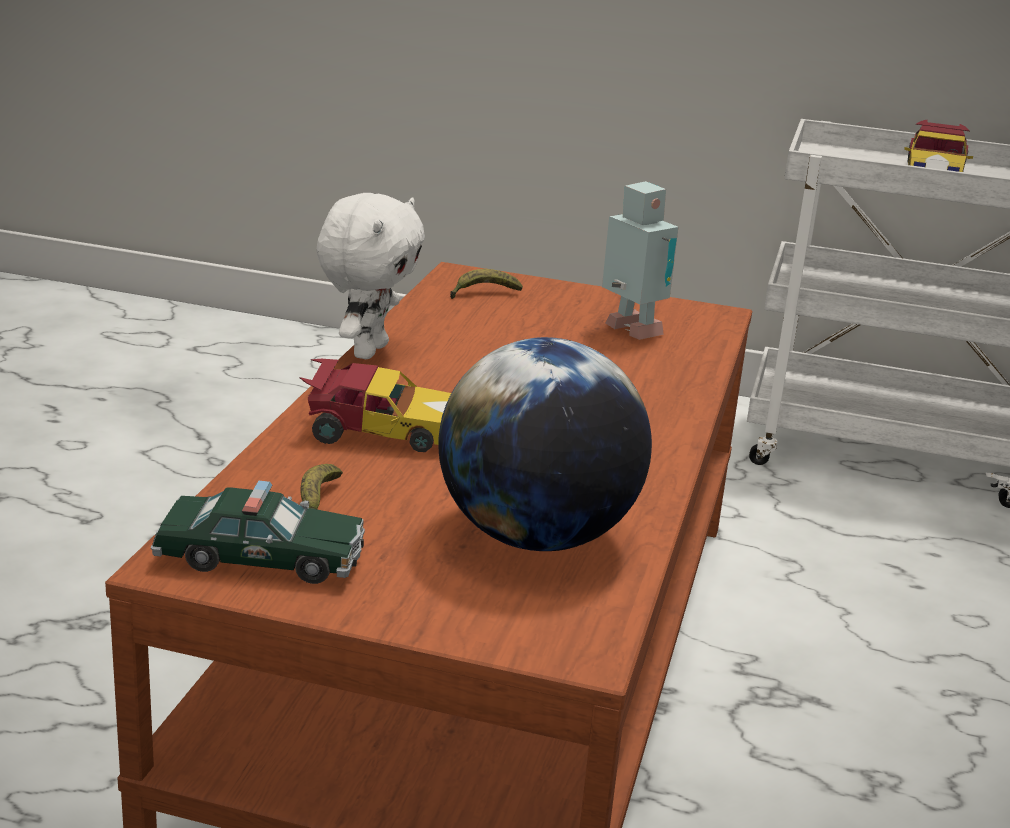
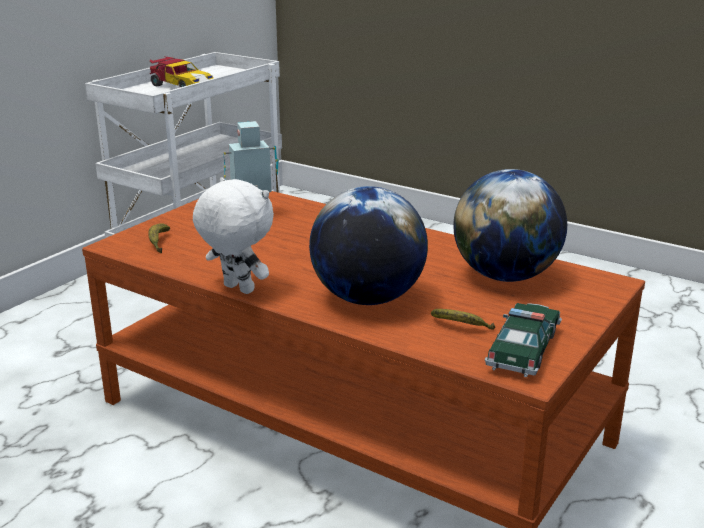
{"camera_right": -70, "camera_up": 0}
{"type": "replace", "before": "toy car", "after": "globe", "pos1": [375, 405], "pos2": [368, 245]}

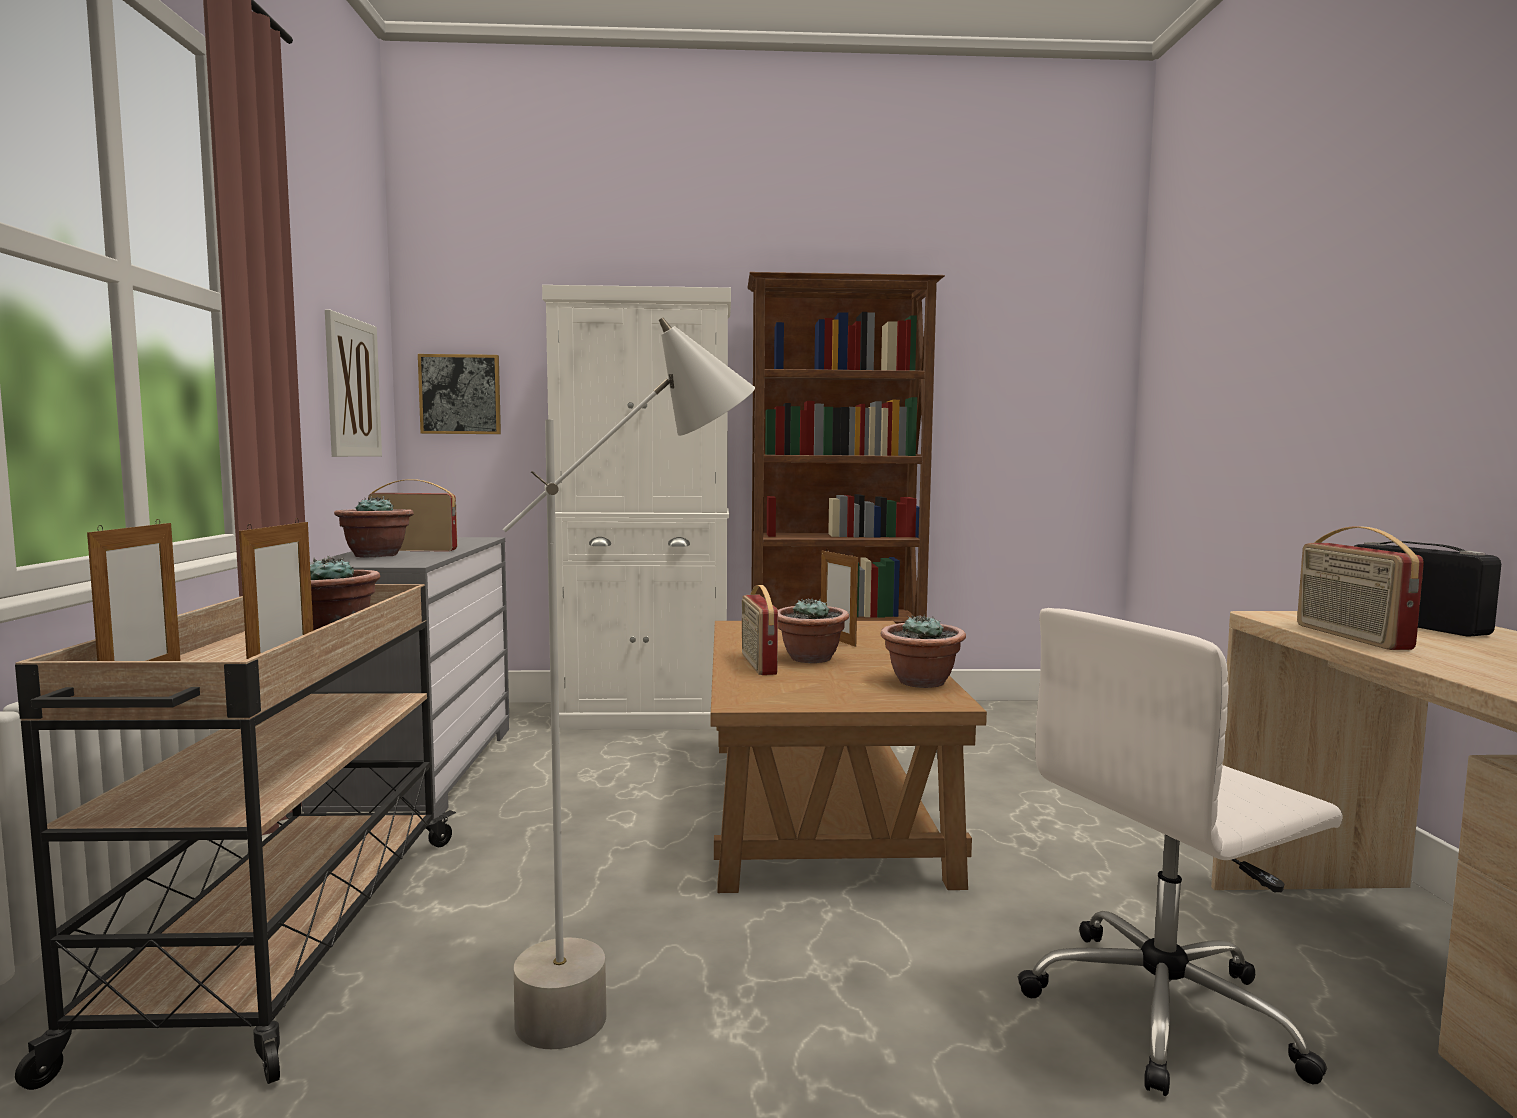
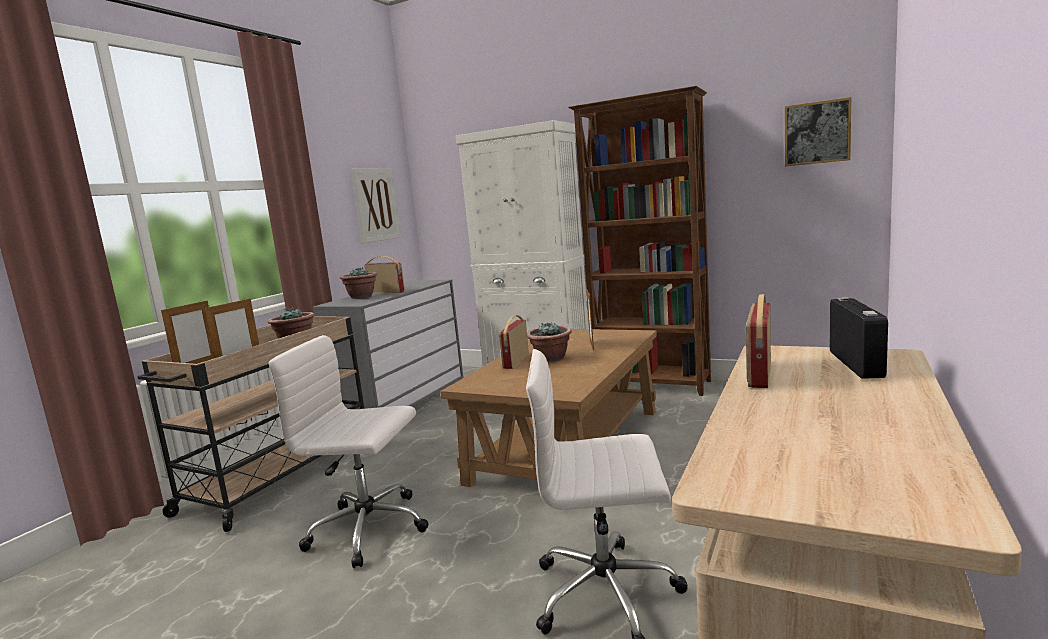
{"camera_right": 30, "camera_up": 5}
{"type": "replace", "before": "grey floor lamp", "after": "white office chair", "pos1": [629, 683], "pos2": [348, 451]}
{"type": "move", "before": "picture", "pos1": [459, 394], "pos2": [818, 131]}
{"type": "delete", "before": "potted plant", "pos1": [923, 651]}

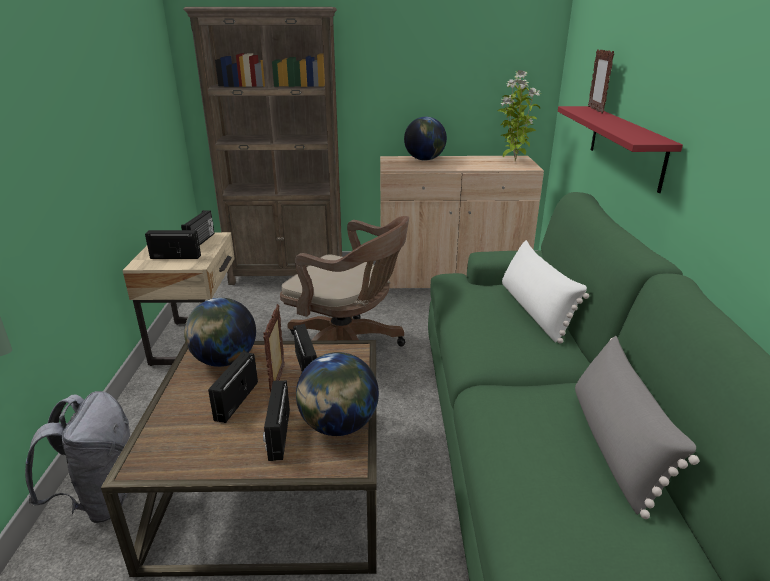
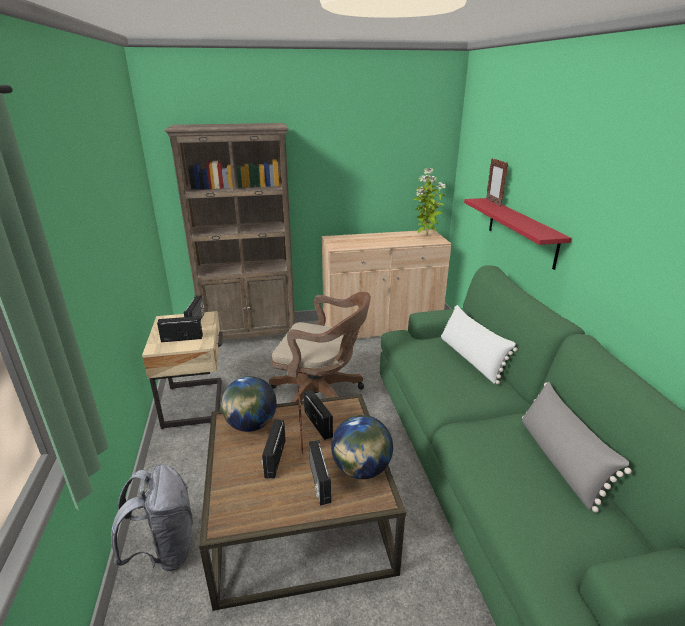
{"camera_right": -10, "camera_up": 0}
{"type": "delete", "before": "globe", "pos1": [425, 139]}

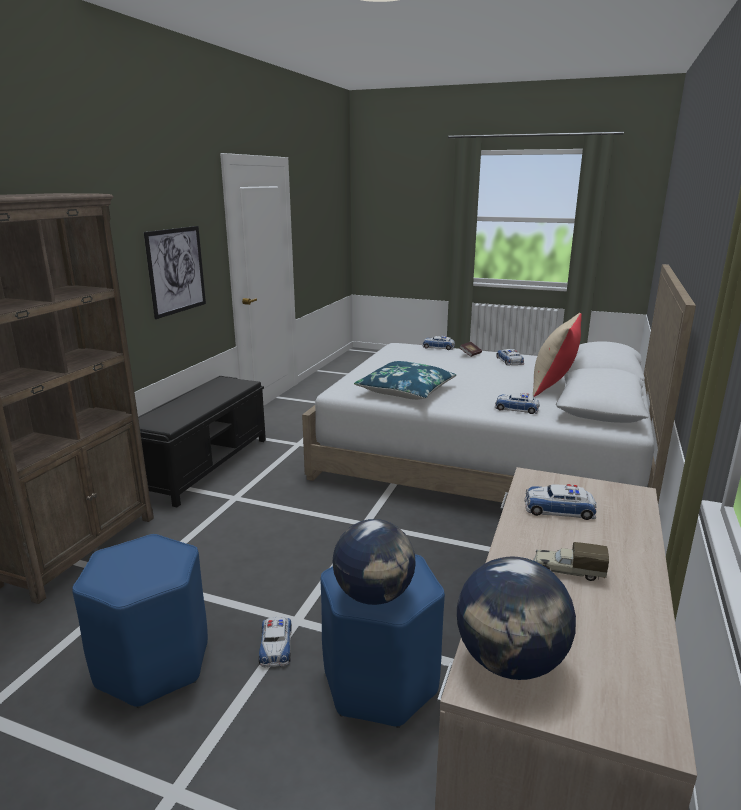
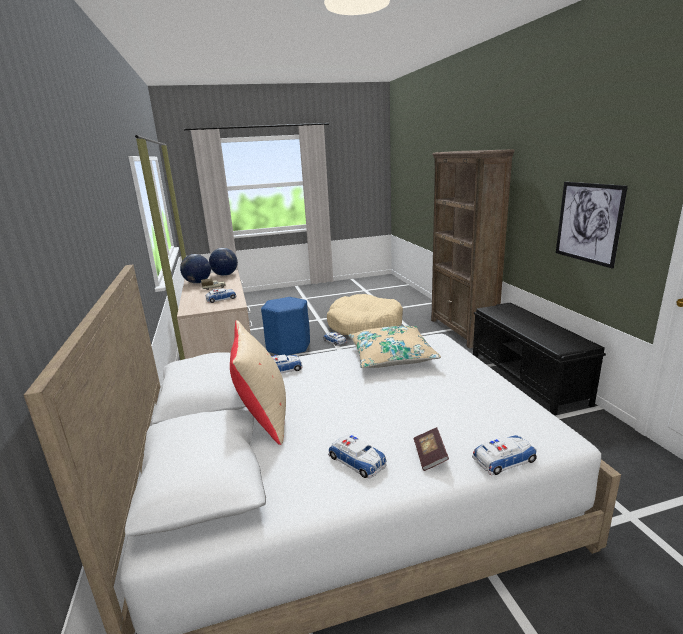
{"camera_right": 145, "camera_up": 0}
{"type": "move", "before": "globe", "pos1": [373, 562], "pos2": [195, 268]}
{"type": "replace", "before": "blue stool", "after": "beige dog bed", "pos1": [140, 621], "pos2": [365, 314]}
{"type": "recolor", "before": "blue pillow", "after": "beige pillow", "pos1": [405, 380], "pos2": [394, 347]}

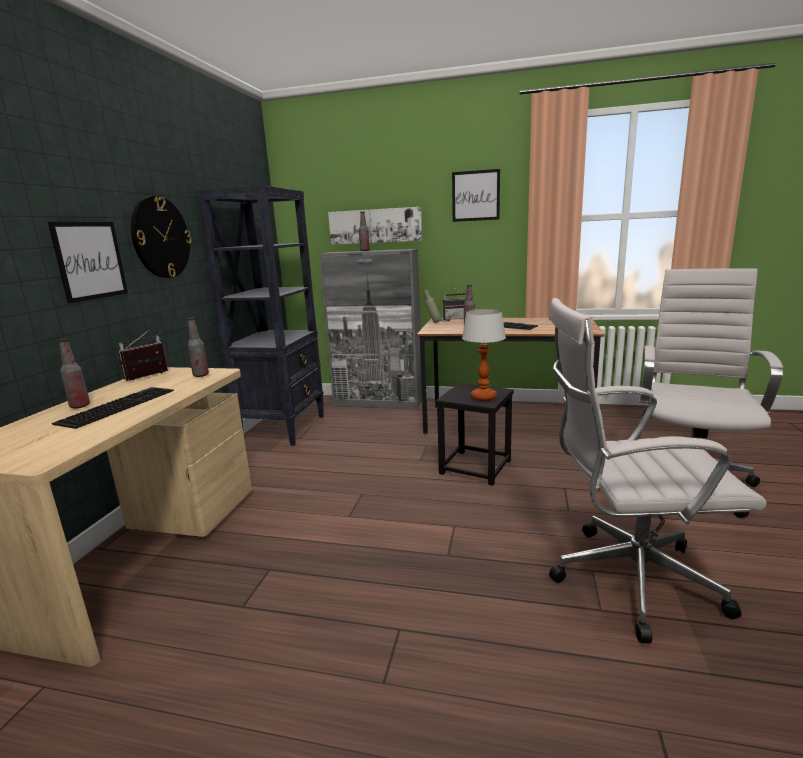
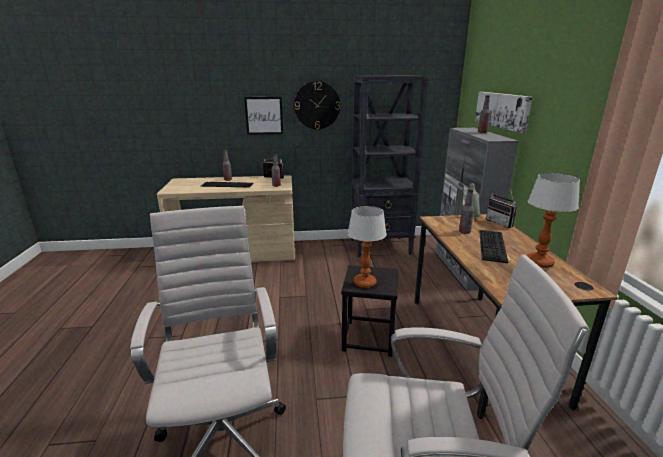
{"camera_right": 70, "camera_up": 5}
{"type": "insert", "after": "table lamp", "pos2": [553, 220]}
{"type": "delete", "before": "picture", "pos1": [476, 195]}

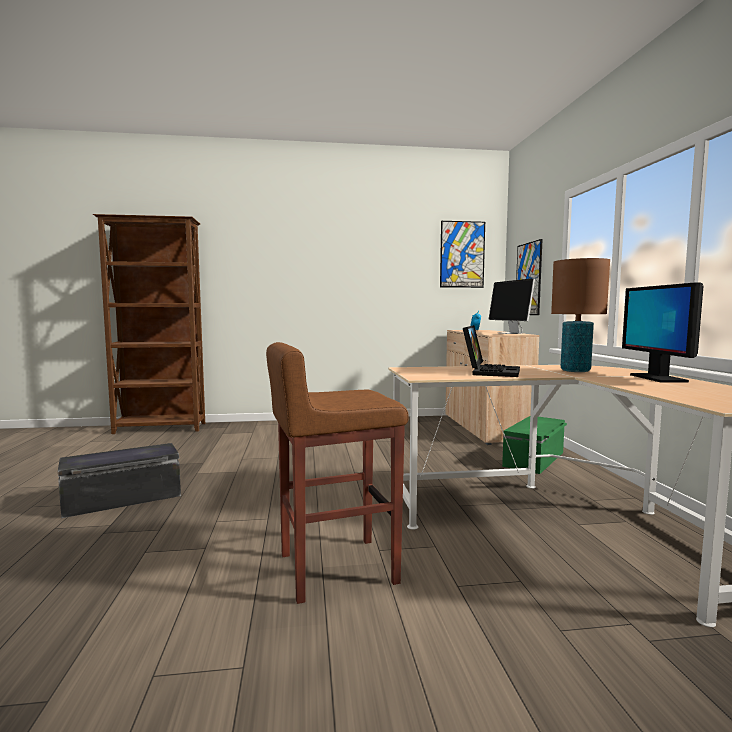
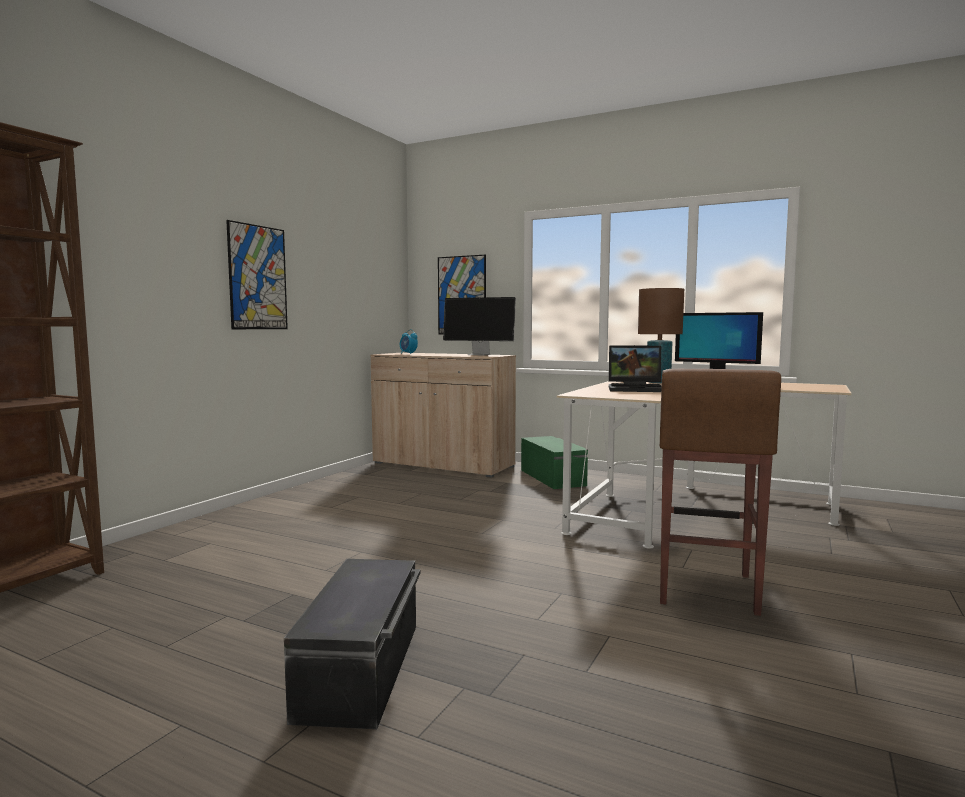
{"camera_right": -55, "camera_up": 0}
{"type": "move", "before": "picture", "pos1": [462, 254], "pos2": [257, 274]}
{"type": "rotate", "before": "laptop", "pos1": [491, 351], "pos2": [635, 368], "turn": 135}

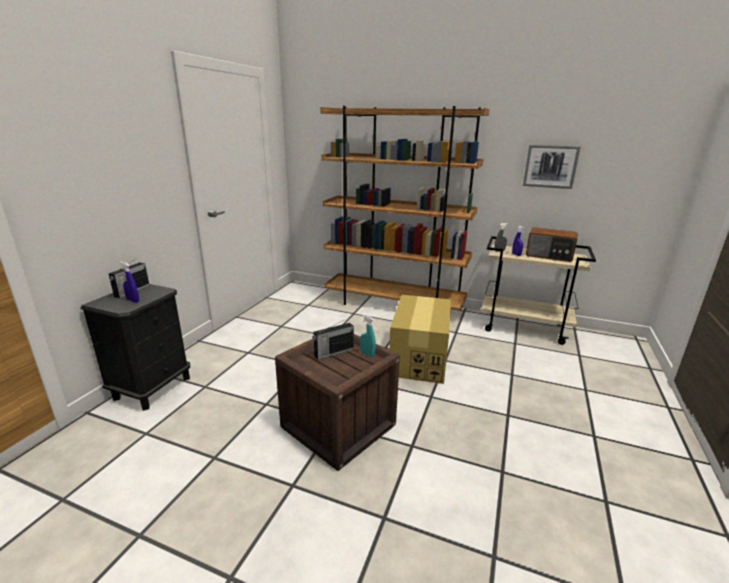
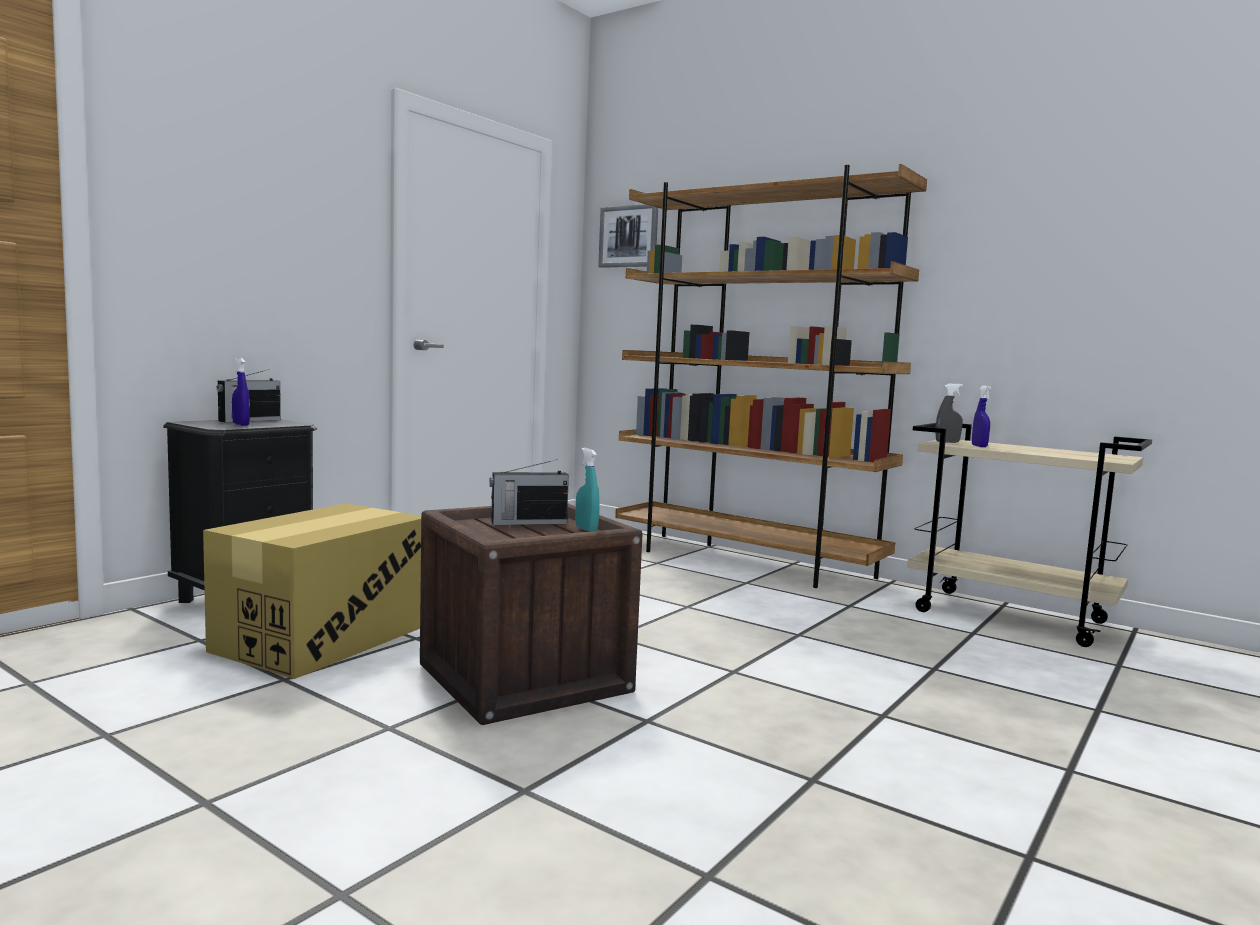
{"camera_right": 15, "camera_up": -15}
{"type": "move", "before": "cardboard box", "pos1": [420, 339], "pos2": [312, 591]}
{"type": "move", "before": "picture", "pos1": [552, 166], "pos2": [628, 236]}
{"type": "delete", "before": "radio", "pos1": [551, 244]}

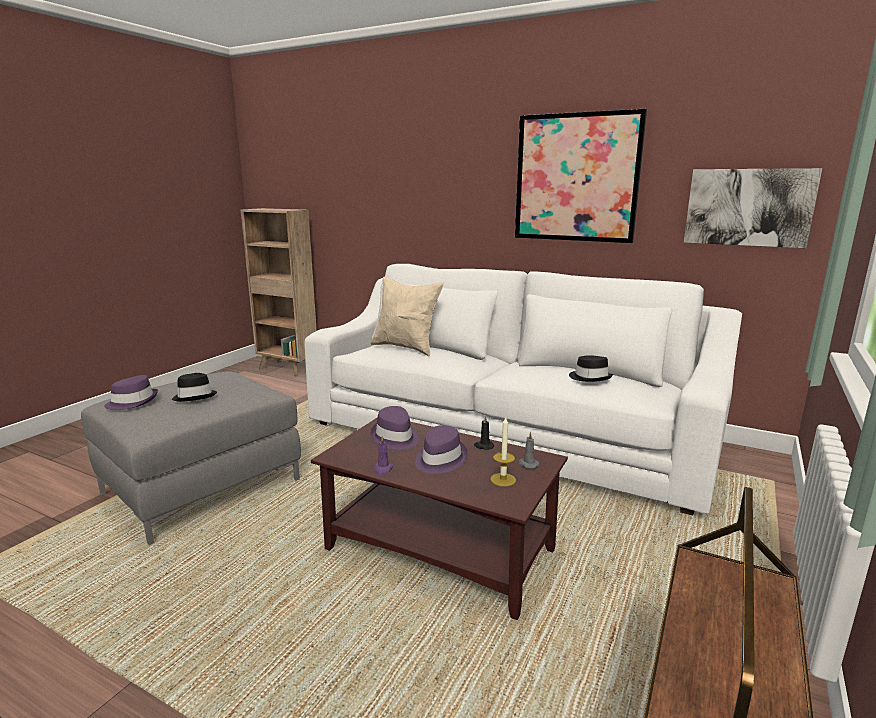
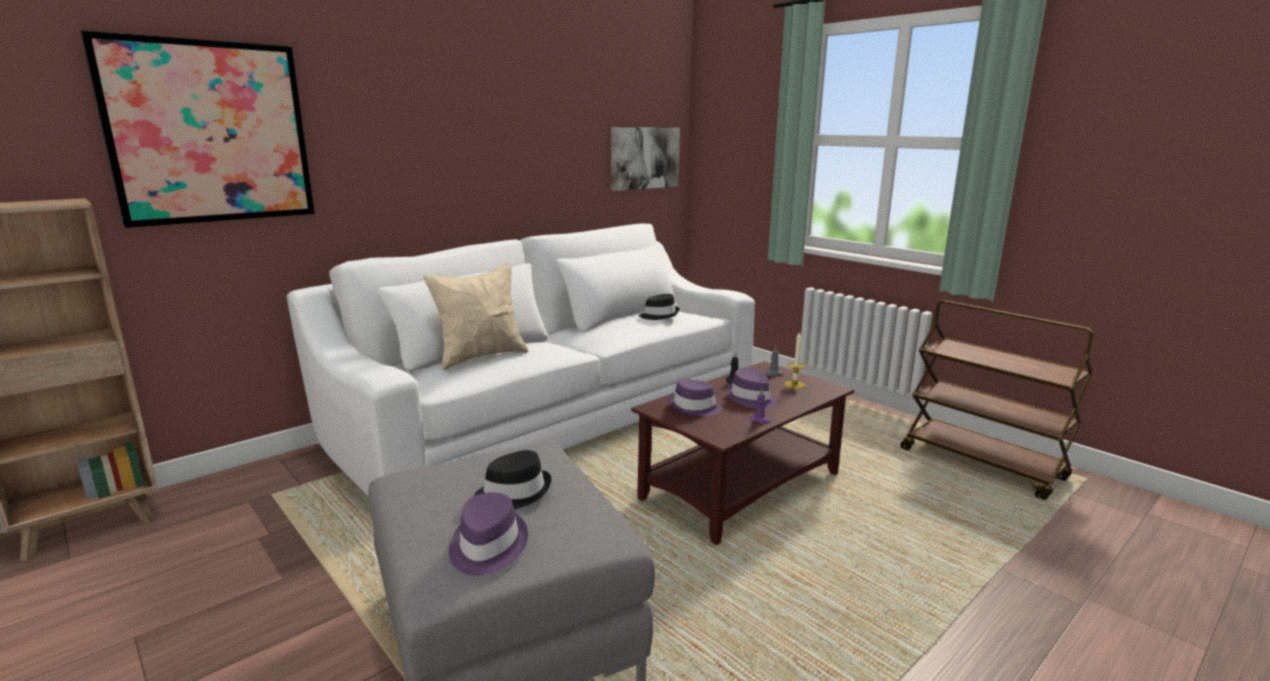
{"camera_right": -70, "camera_up": 0}
{"type": "move", "before": "picture", "pos1": [581, 176], "pos2": [197, 129]}

